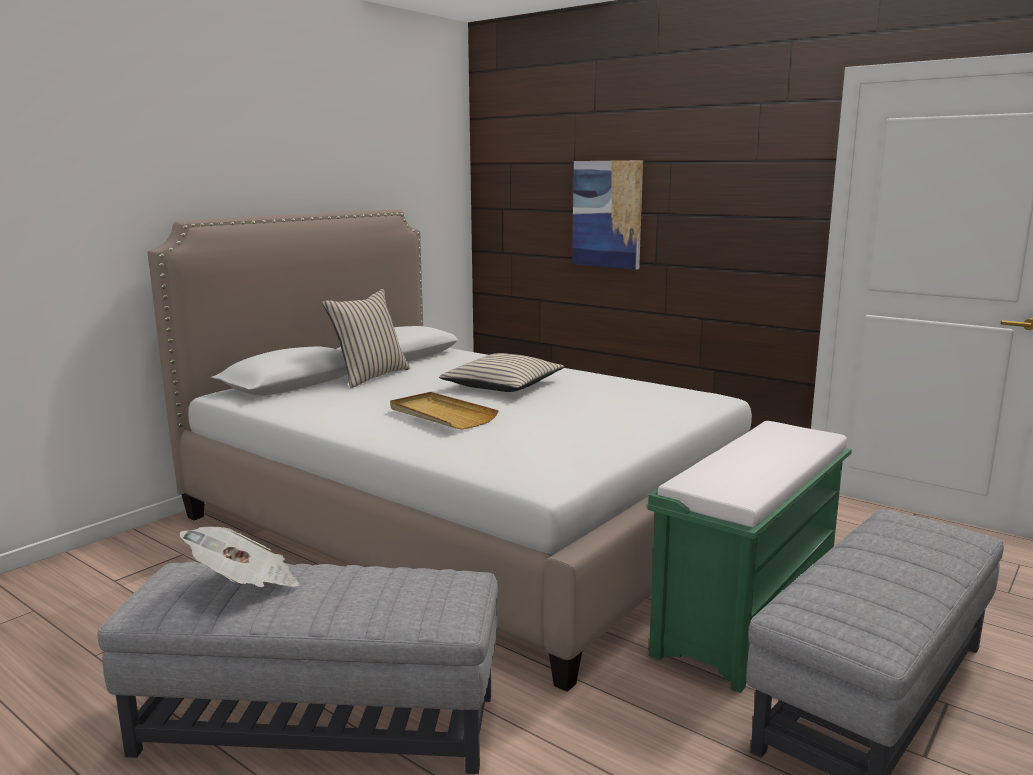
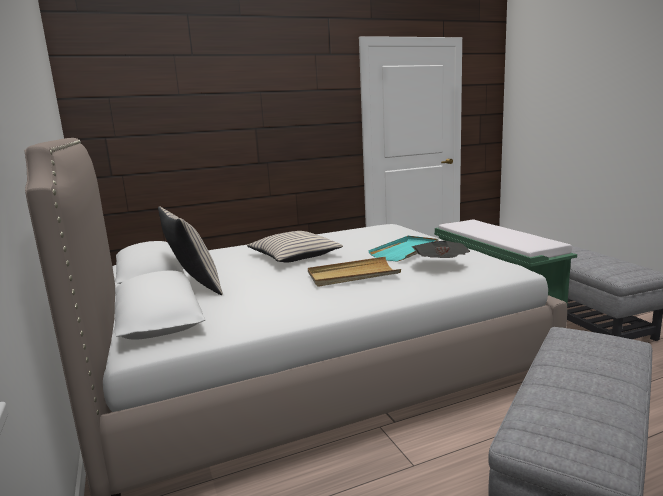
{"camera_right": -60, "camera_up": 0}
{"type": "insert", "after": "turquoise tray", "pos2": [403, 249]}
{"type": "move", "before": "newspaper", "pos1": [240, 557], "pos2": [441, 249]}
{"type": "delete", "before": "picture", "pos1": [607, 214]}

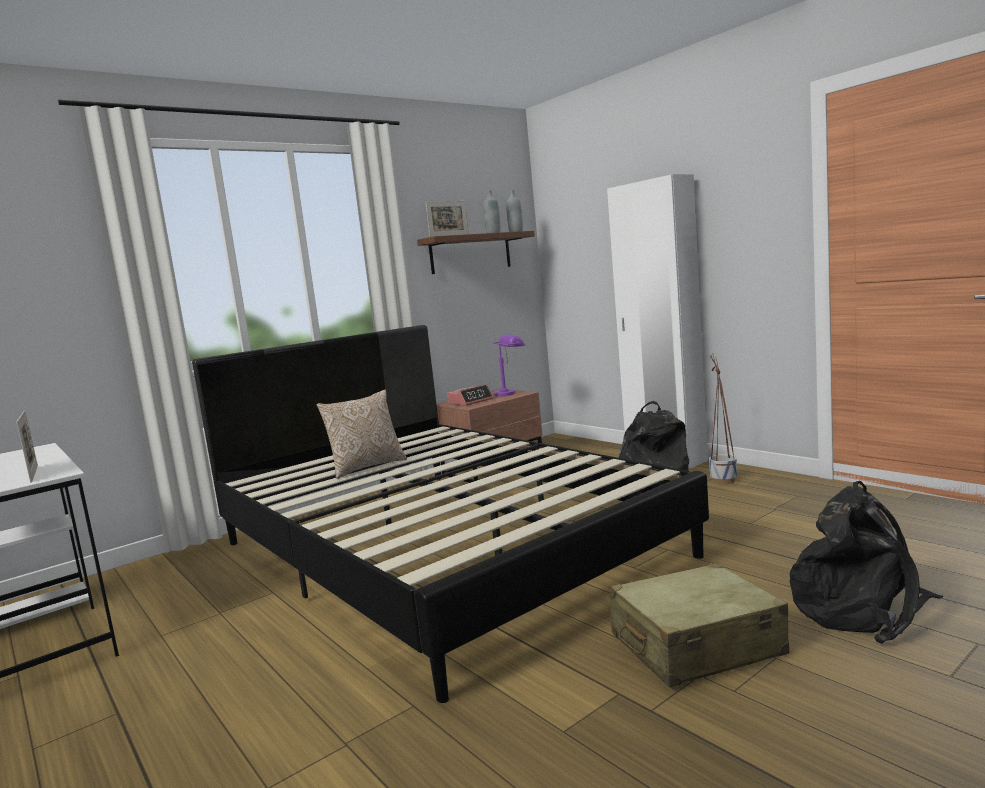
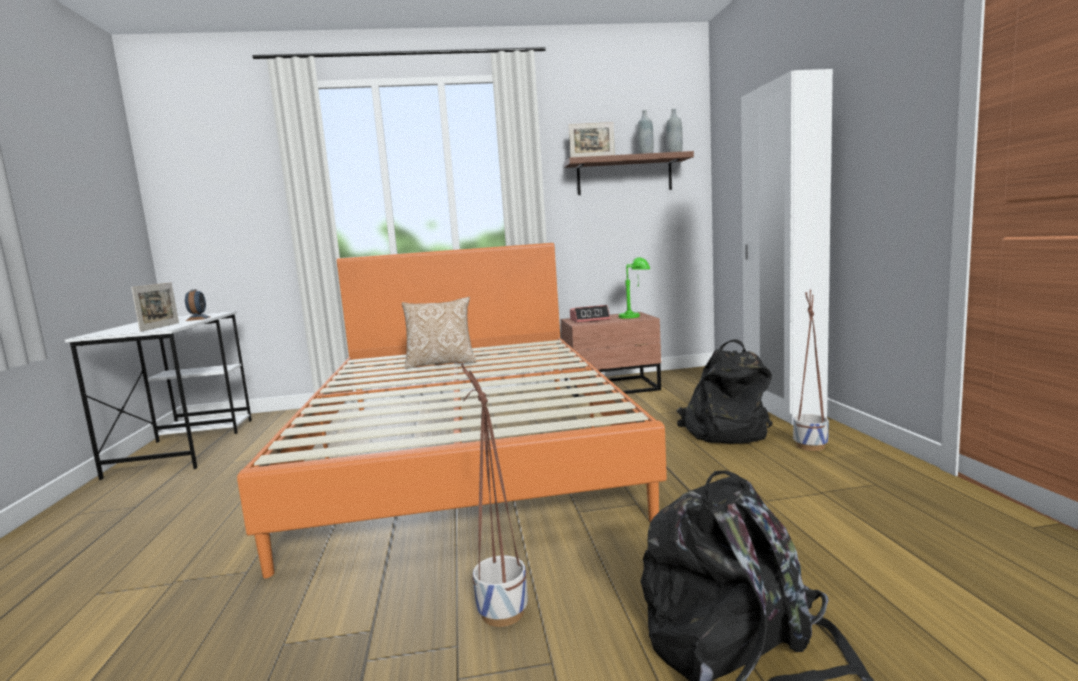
{"camera_right": 30, "camera_up": 0}
{"type": "insert", "after": "alarm clock", "pos2": [197, 305]}
{"type": "recolor", "before": "black bed", "after": "orange bed", "pos1": [450, 514], "pos2": [452, 410]}
{"type": "replace", "before": "beige suitcase", "after": "planter", "pos1": [699, 625], "pos2": [494, 495]}
{"type": "recolor", "before": "purple table lamp", "after": "green table lamp", "pos1": [509, 365], "pos2": [634, 288]}

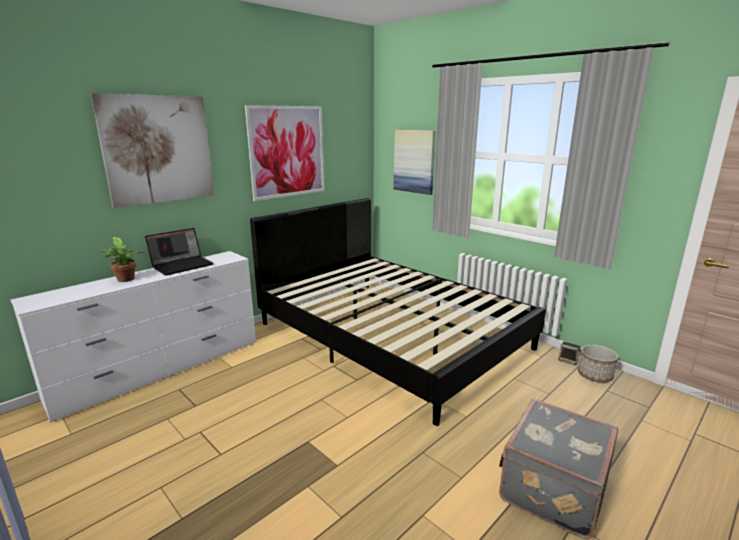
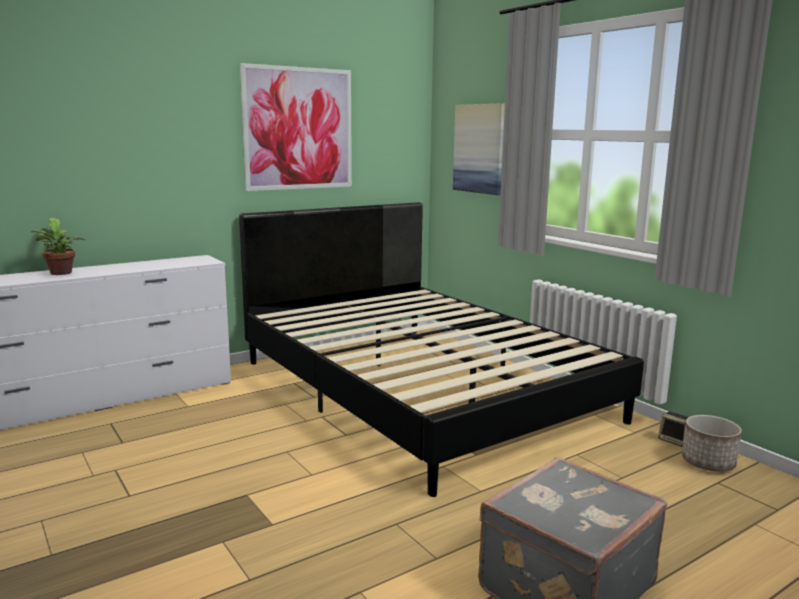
{"camera_right": 10, "camera_up": -5}
{"type": "delete", "before": "picture", "pos1": [152, 150]}
{"type": "delete", "before": "laptop", "pos1": [179, 252]}

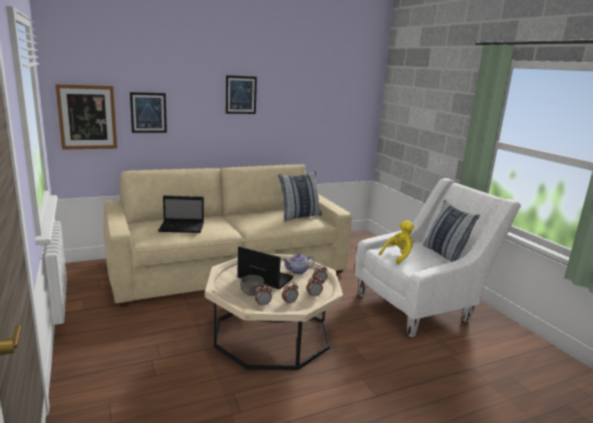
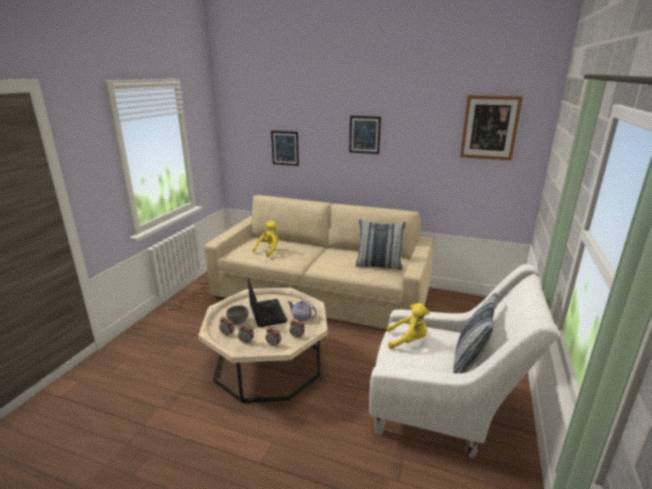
{"camera_right": 45, "camera_up": 5}
{"type": "replace", "before": "laptop", "after": "yellow plush toy", "pos1": [181, 214], "pos2": [266, 238]}
{"type": "move", "before": "picture", "pos1": [86, 117], "pos2": [491, 128]}

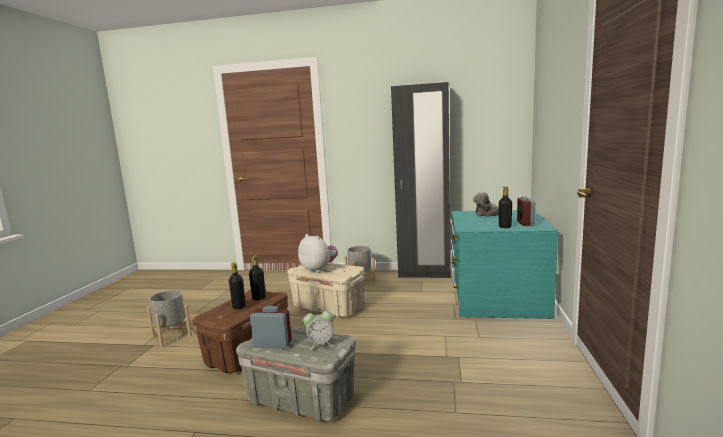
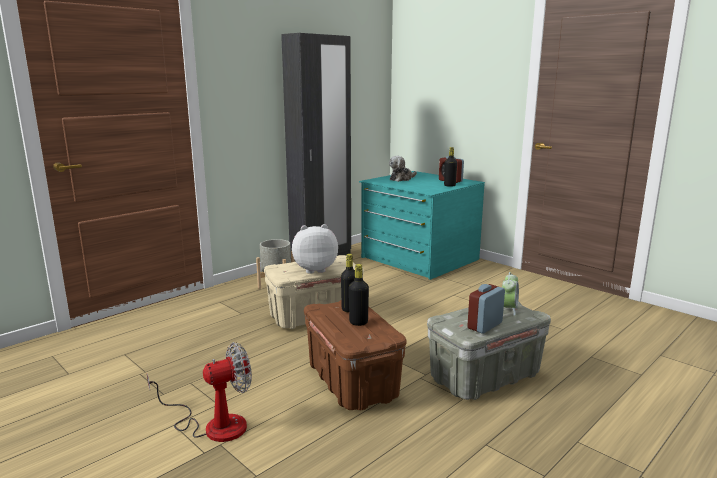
{"camera_right": -55, "camera_up": 5}
{"type": "replace", "before": "grey planter", "after": "fan", "pos1": [169, 318], "pos2": [199, 392]}

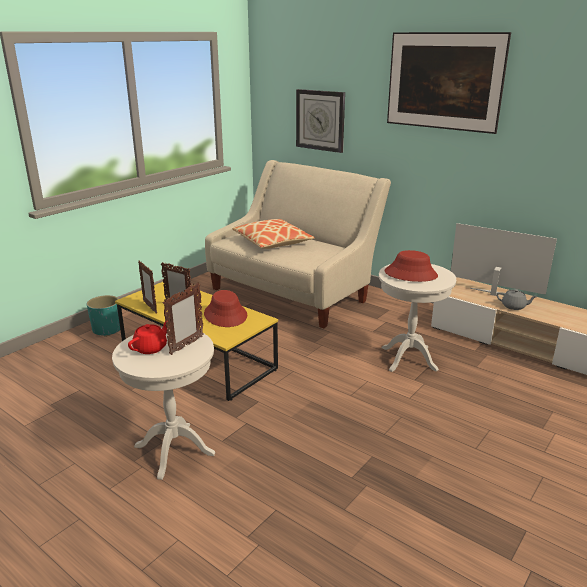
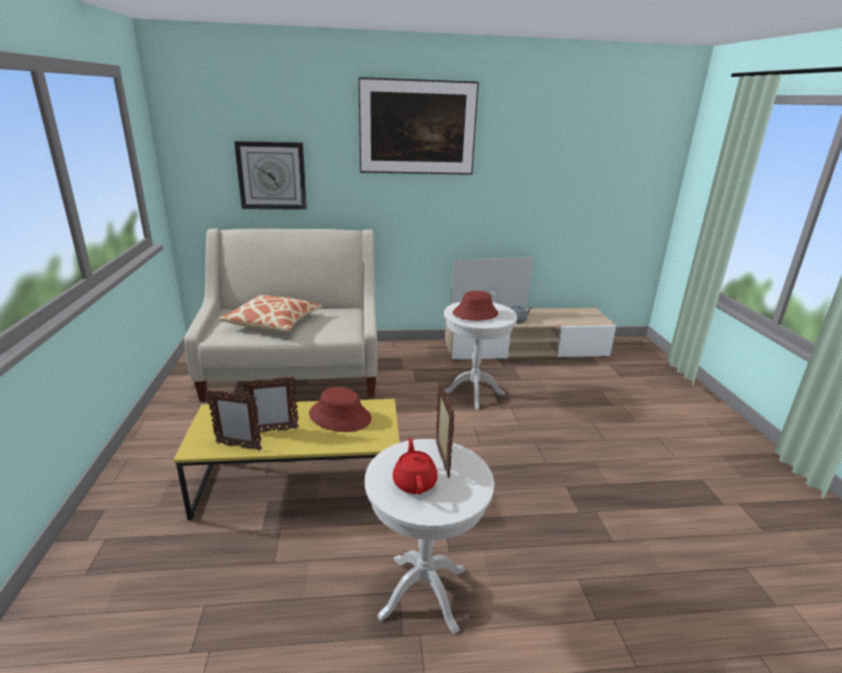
{"camera_right": -45, "camera_up": 0}
{"type": "delete", "before": "turquoise planter", "pos1": [103, 316]}

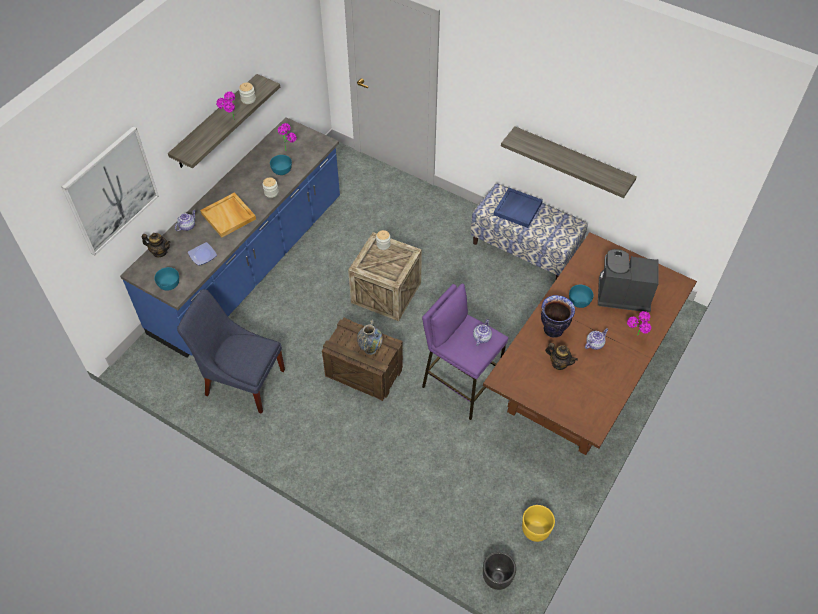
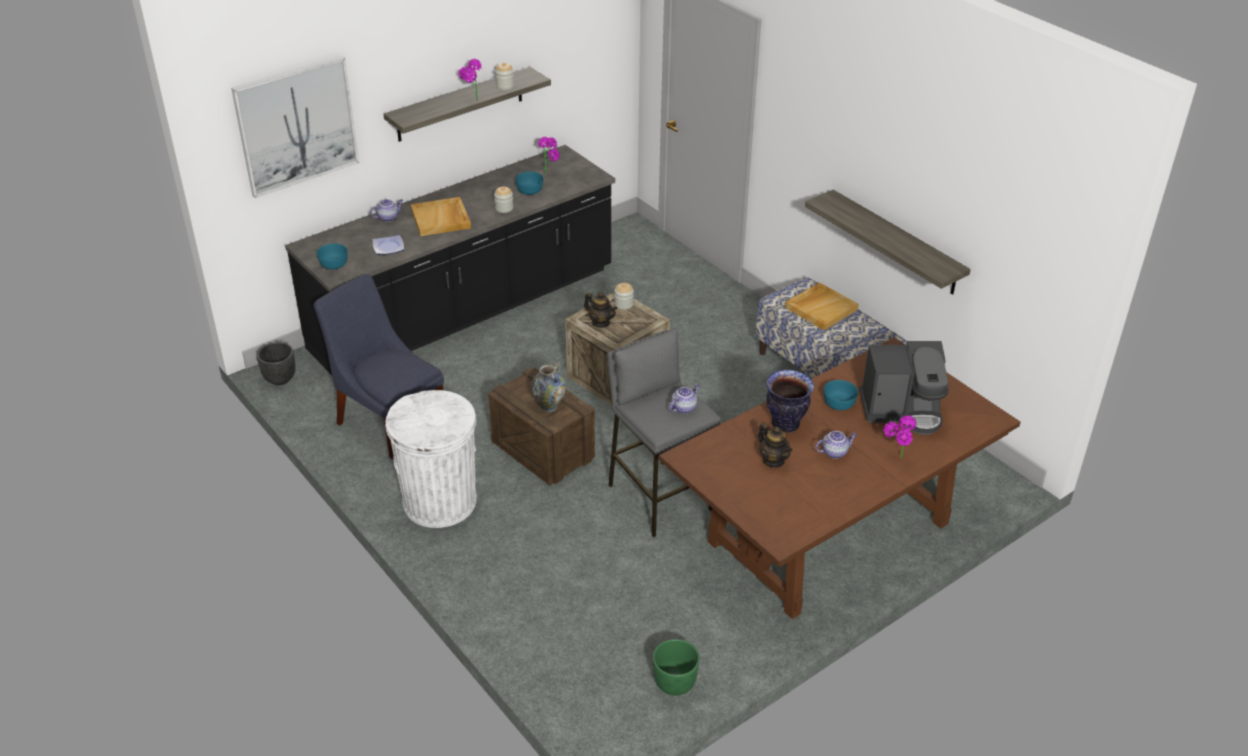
{"camera_right": 20, "camera_up": -15}
{"type": "move", "before": "black planter", "pos1": [499, 571], "pos2": [276, 363]}
{"type": "recolor", "before": "blue counter", "after": "black counter", "pos1": [230, 237], "pos2": [450, 260]}
{"type": "insert", "after": "white trash can", "pos2": [431, 459]}
{"type": "move", "before": "teapot", "pos1": [156, 245], "pos2": [600, 310]}
{"type": "recolor", "before": "purple stool", "after": "grey stool", "pos1": [465, 351], "pos2": [664, 432]}
{"type": "recolor", "before": "yellow planter", "after": "green planter", "pos1": [538, 523], "pos2": [676, 667]}
{"type": "recolor", "before": "blue tray", "after": "beige tray", "pos1": [518, 208], "pos2": [822, 306]}
{"type": "rotate", "before": "coffee machine", "pos1": [628, 280], "pos2": [904, 388], "turn": 150}

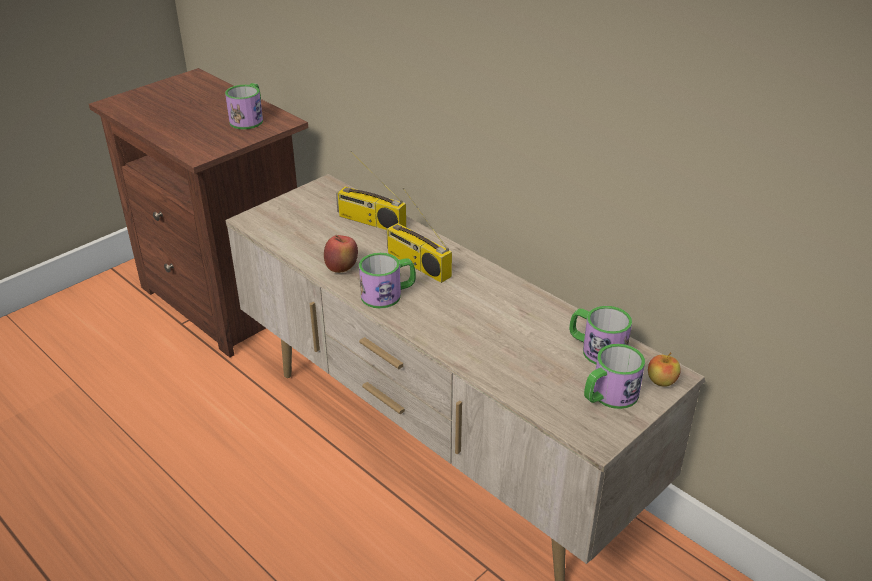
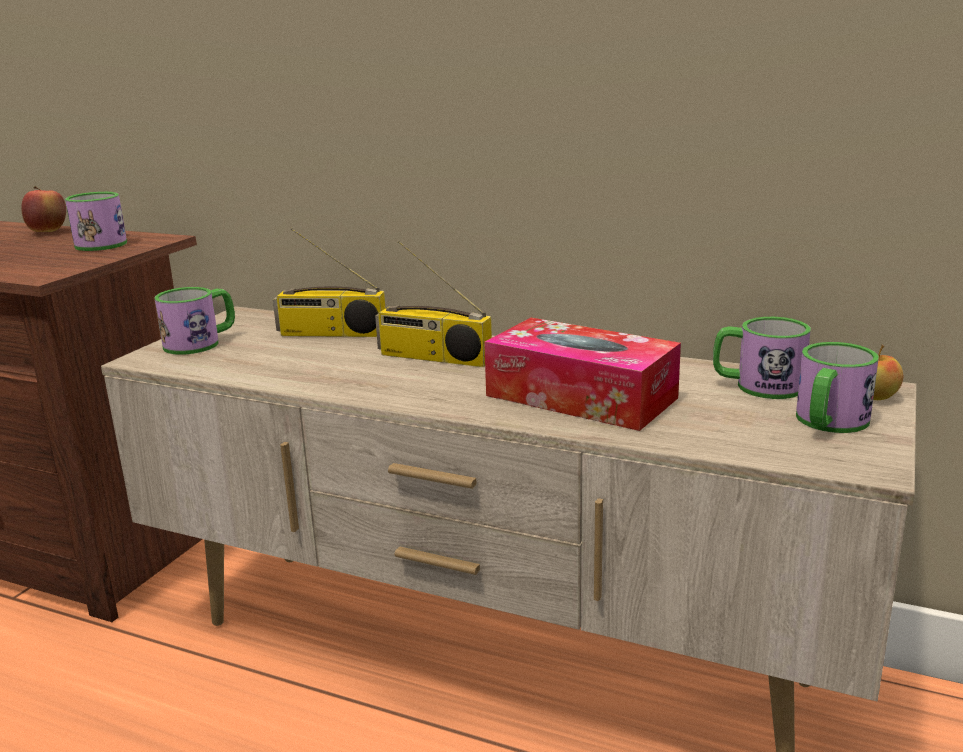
{"camera_right": -20, "camera_up": -15}
{"type": "move", "before": "apple", "pos1": [341, 254], "pos2": [43, 209]}
{"type": "move", "before": "mug", "pos1": [387, 280], "pos2": [194, 321]}
{"type": "insert", "after": "tissue box", "pos2": [582, 374]}

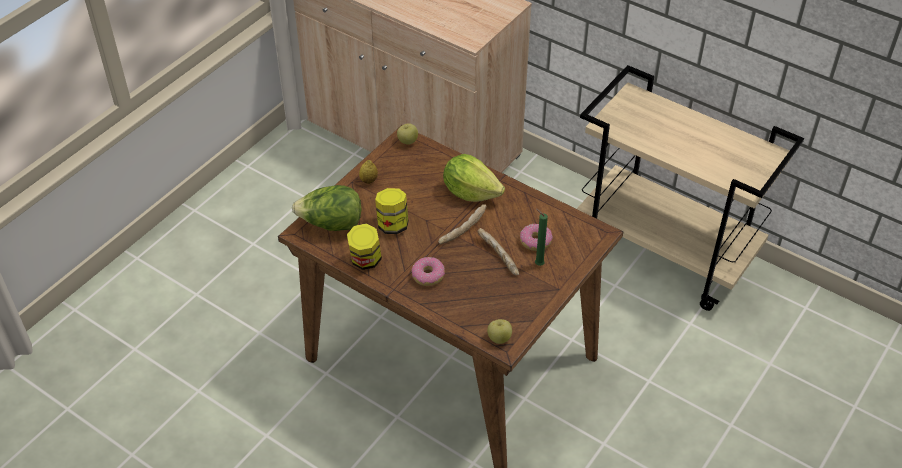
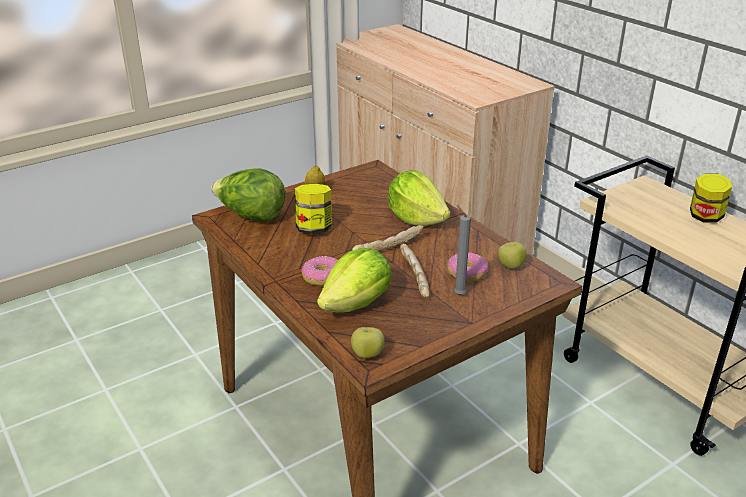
{"camera_right": 20, "camera_up": -15}
{"type": "insert", "after": "lettuce", "pos2": [354, 280]}
{"type": "recolor", "before": "green candle", "after": "grey candle", "pos1": [541, 237], "pos2": [462, 250]}
{"type": "move", "before": "apple", "pos1": [407, 134], "pos2": [512, 255]}
{"type": "move", "before": "jar", "pos1": [364, 246], "pos2": [711, 198]}

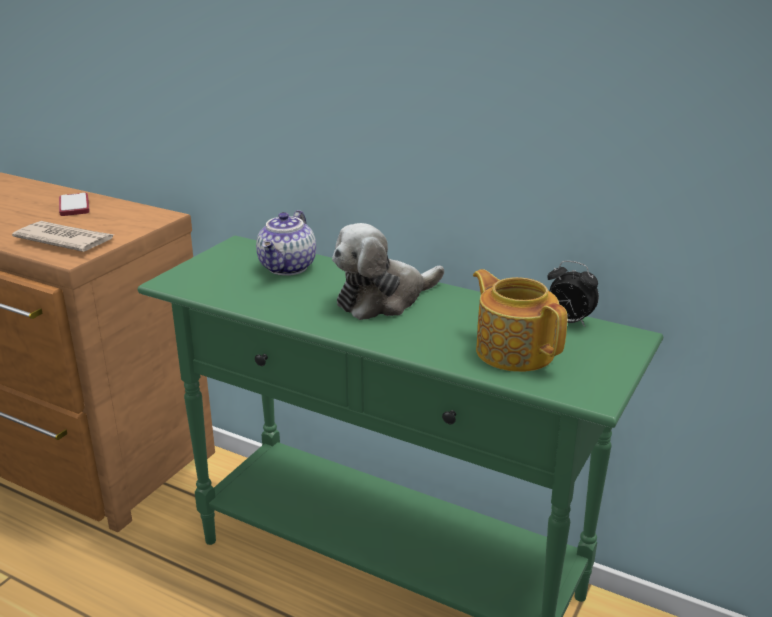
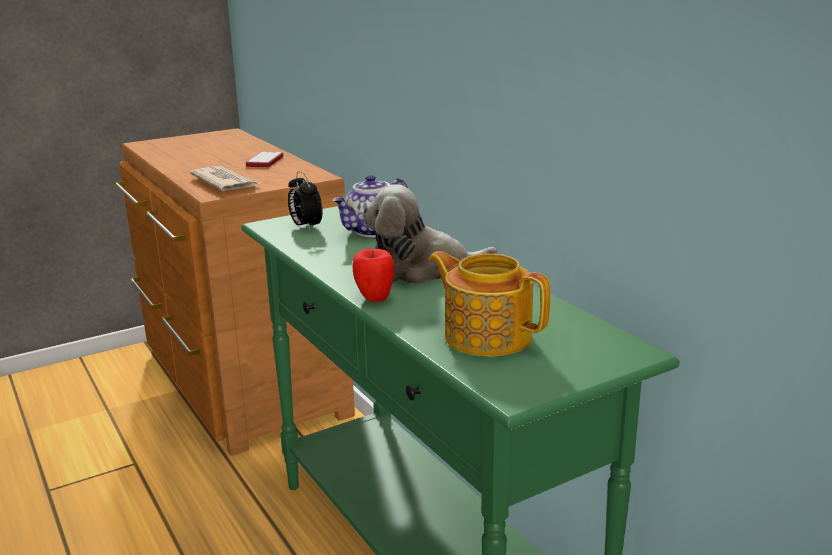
{"camera_right": 30, "camera_up": -5}
{"type": "move", "before": "alarm clock", "pos1": [573, 294], "pos2": [305, 201]}
{"type": "insert", "after": "apple", "pos2": [373, 275]}
{"type": "rotate", "before": "teapot", "pos1": [520, 320], "pos2": [489, 304], "turn": -45}

